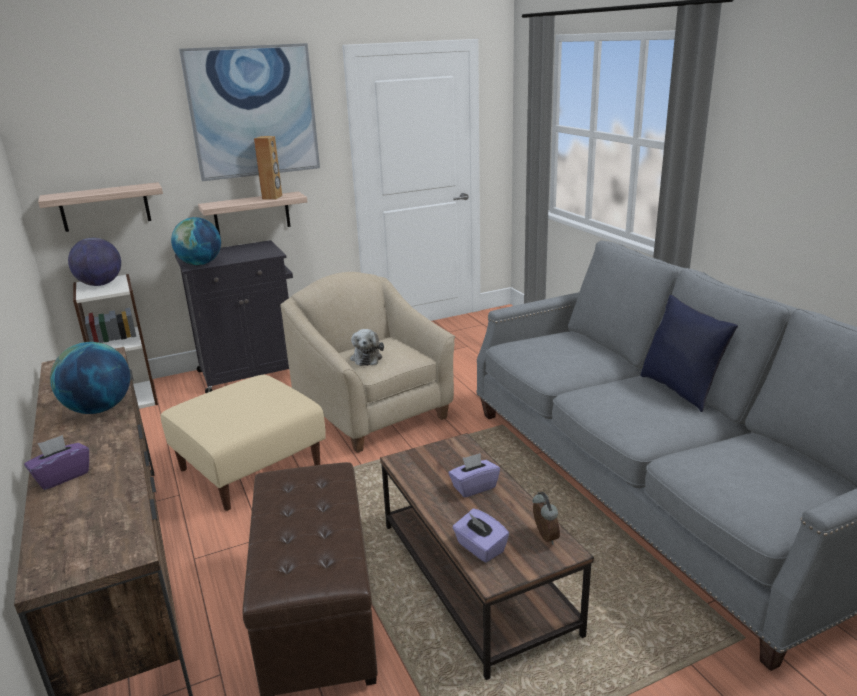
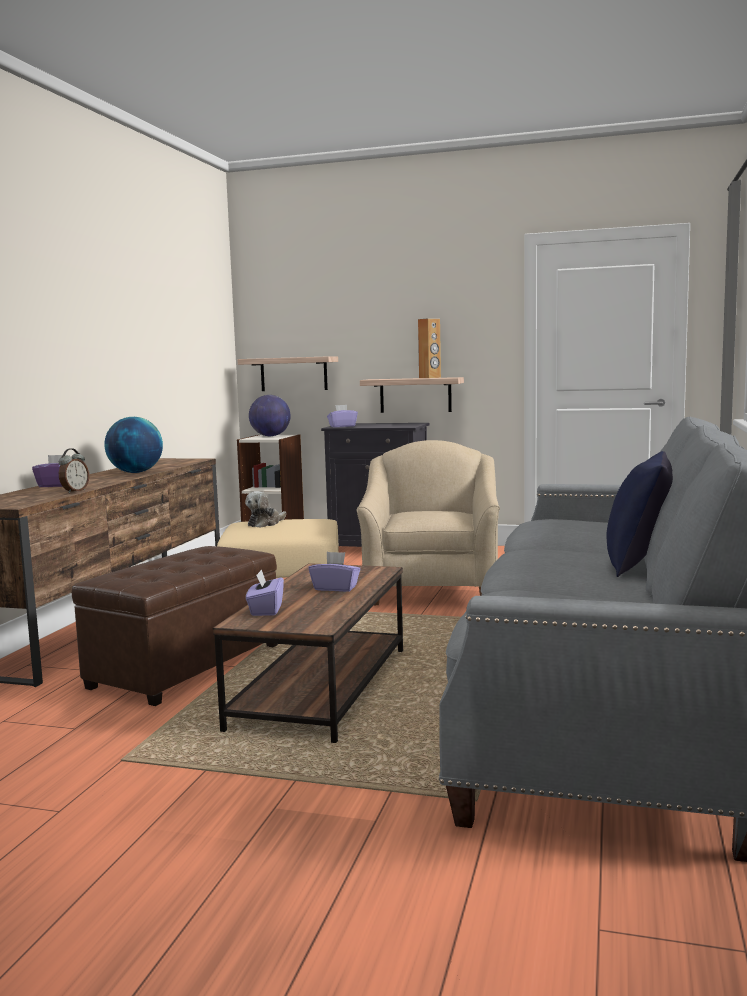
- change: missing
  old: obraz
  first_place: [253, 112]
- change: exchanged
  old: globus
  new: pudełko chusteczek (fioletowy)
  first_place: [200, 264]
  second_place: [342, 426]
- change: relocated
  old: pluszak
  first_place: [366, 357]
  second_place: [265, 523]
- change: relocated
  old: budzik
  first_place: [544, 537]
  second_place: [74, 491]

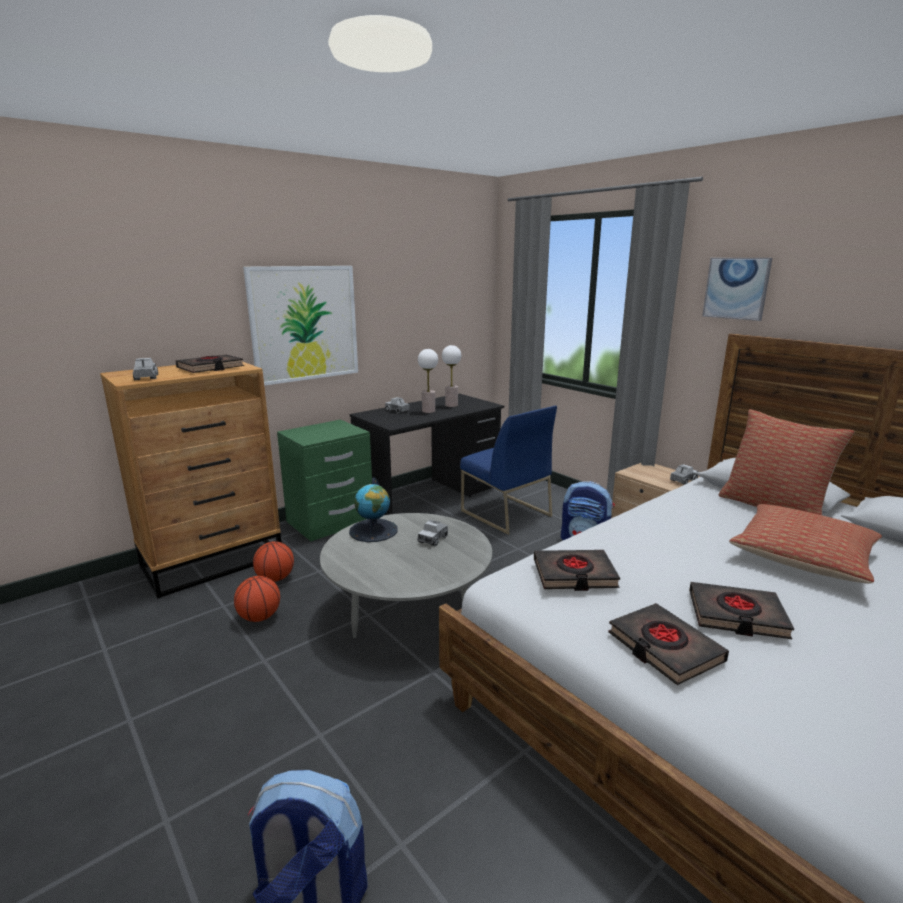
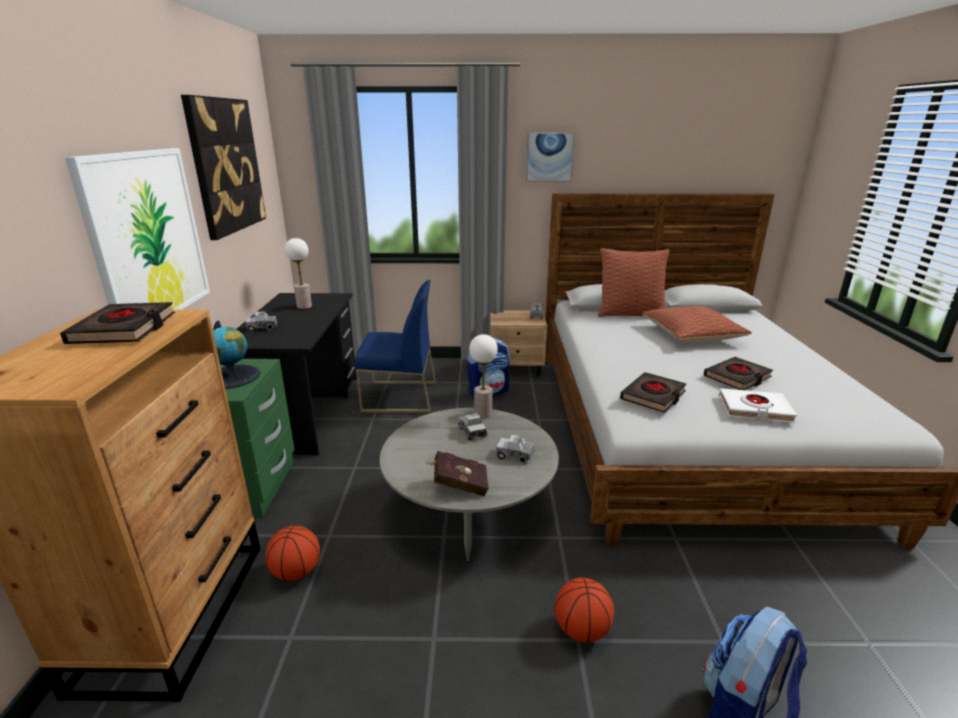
- change: relocated
  old: lampa stołowa
  first_place: [428, 411]
  second_place: [483, 413]
- change: relocated
  old: ciężarówka zabawkowa
  first_place: [146, 377]
  second_place: [515, 455]
- change: relocated
  old: globus
  first_place: [373, 530]
  second_place: [233, 377]
- change: relocated
  old: piłka do koszykówki
  first_place: [259, 617]
  second_place: [582, 630]
- change: colour
  old: książka (czarny)
  new: książka (biały)
  first_place: [664, 648]
  second_place: [754, 410]
- change: appeared
  new: obraz
  second_place: [226, 166]
- change: appeared
  new: książka (czerwony)
  second_place: [458, 485]

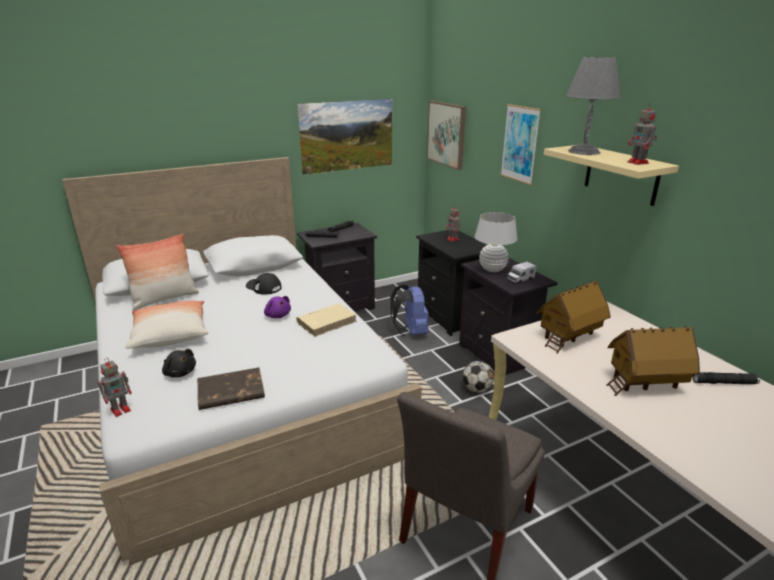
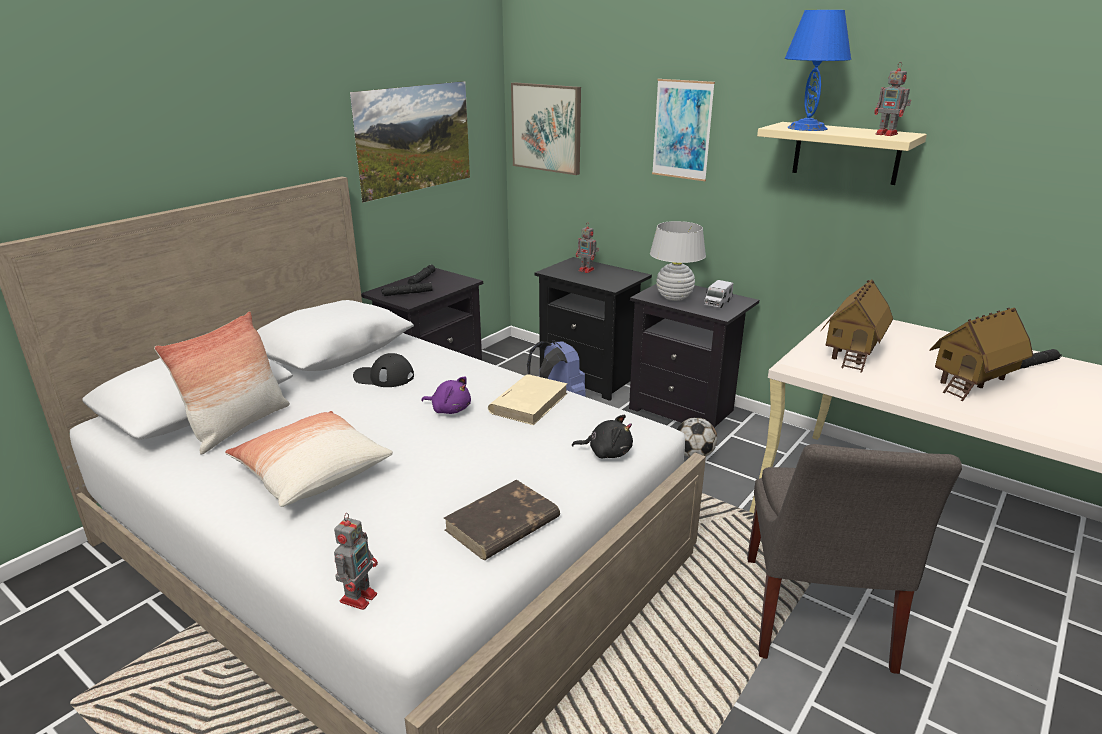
- change: colour
  old: lampa stołowa (szary)
  new: lampa stołowa (niebieski)
  first_place: [583, 151]
  second_place: [806, 128]
- change: relocated
  old: pluszak (czarny)
  first_place: [180, 372]
  second_place: [607, 452]

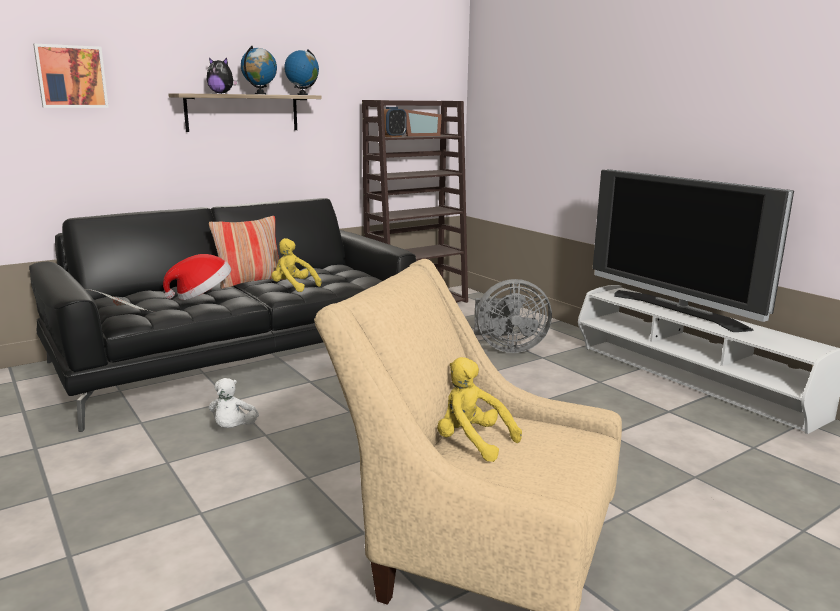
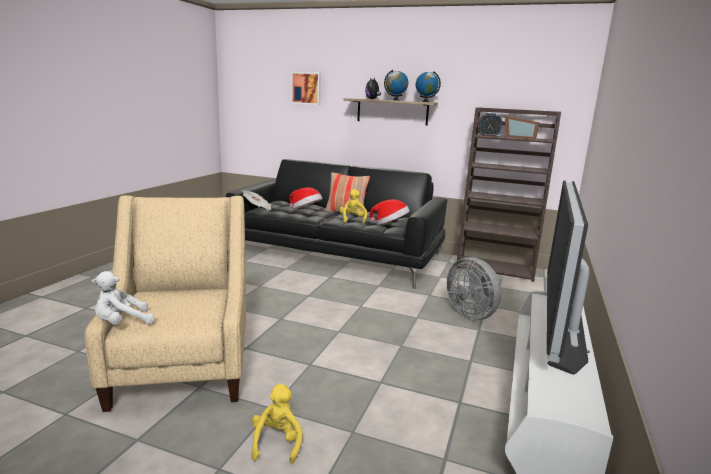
- change: relocated
  old: pluszak (żółty)
  first_place: [471, 442]
  second_place: [277, 442]
- change: relocated
  old: pluszak (biały)
  first_place: [233, 429]
  second_place: [122, 323]
- change: appeared
  new: kapelusz
  second_place: [390, 224]

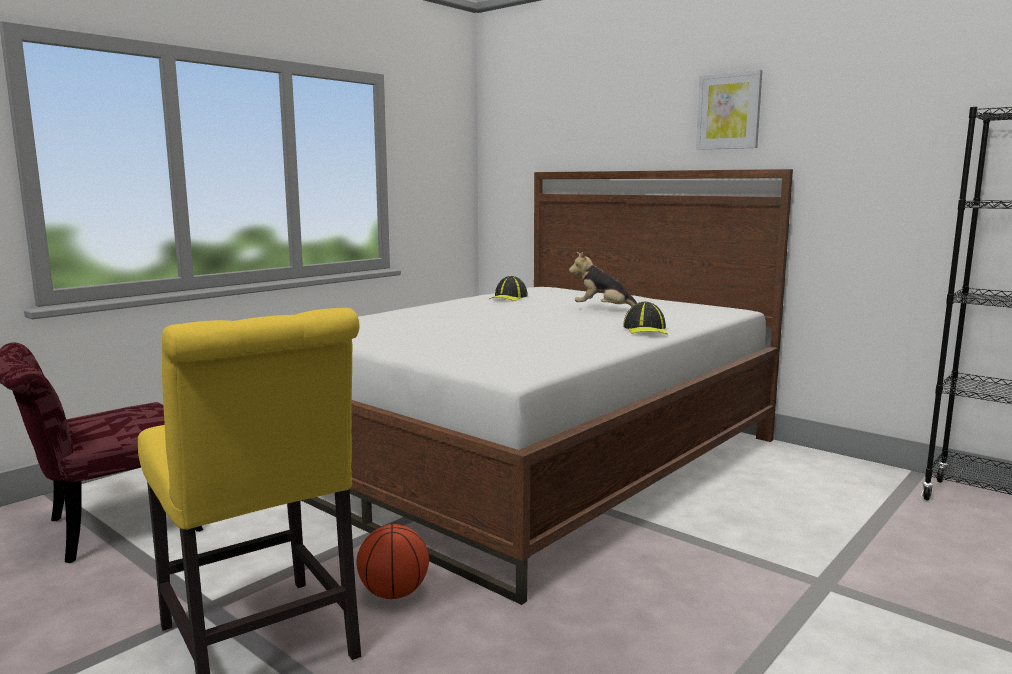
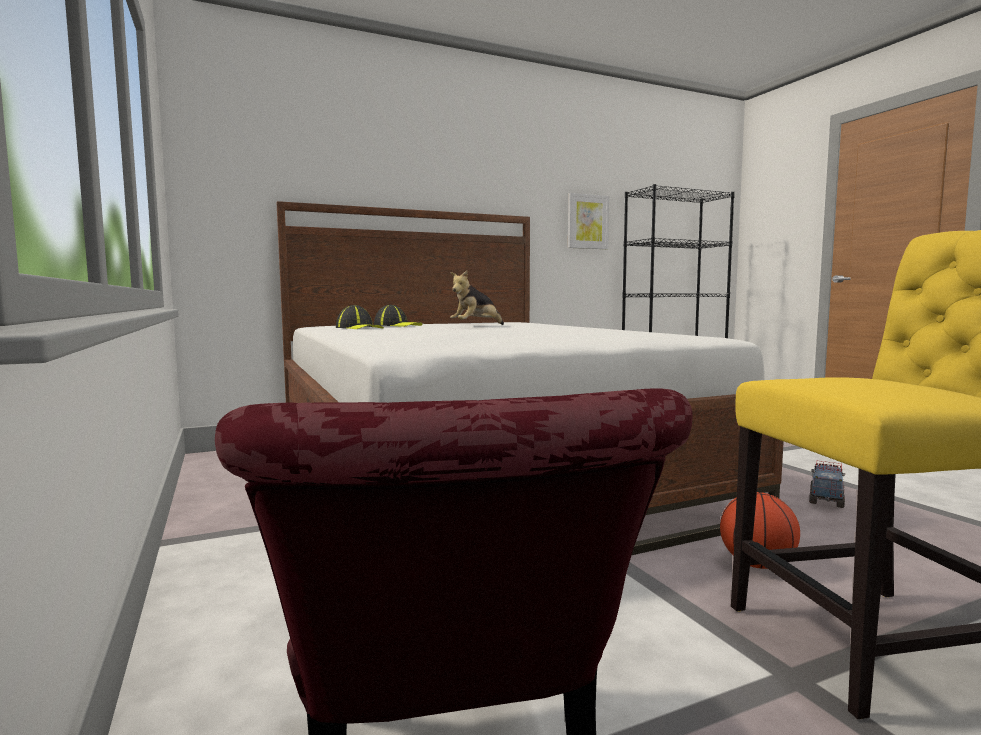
- change: relocated
  old: obraz
  first_place: [729, 111]
  second_place: [587, 221]
- change: relocated
  old: czapka z daszkiem
  first_place: [646, 329]
  second_place: [397, 326]
- change: appeared
  new: ciężarówka zabawkowa
  second_place: [826, 500]

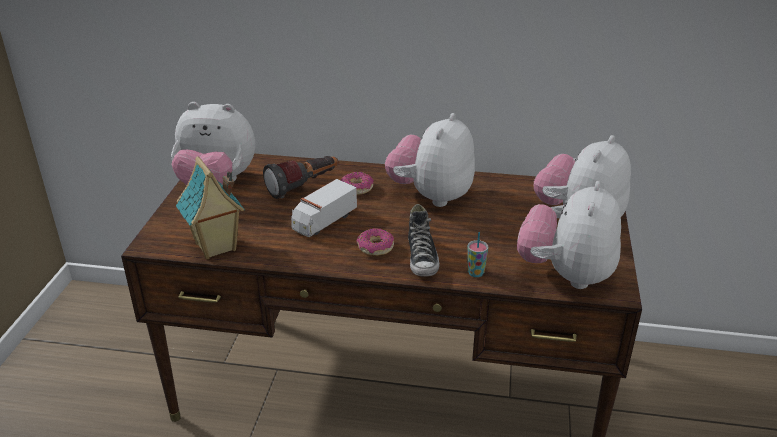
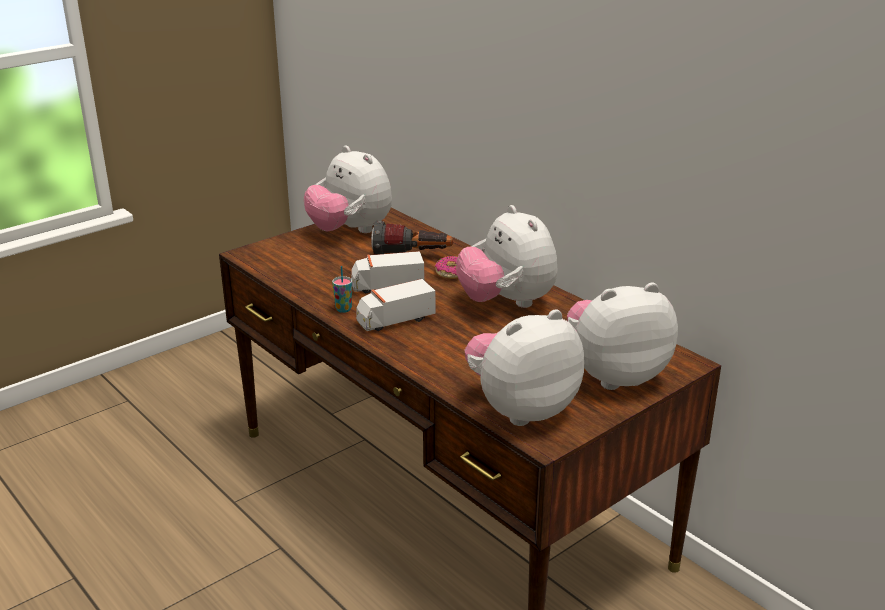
- change: spun
  old: pluszak
  first_place: [431, 196]
  second_place: [506, 302]
  degrees: -90
- change: missing
  old: domek
  first_place: [216, 248]
- change: missing
  old: but
  first_place: [422, 258]
- change: exchanged
  old: donut
  new: ciężarówka zabawkowa
  first_place: [375, 247]
  second_place: [395, 320]
- change: relocated
  old: filiżanka
  first_place: [475, 273]
  second_place: [343, 309]

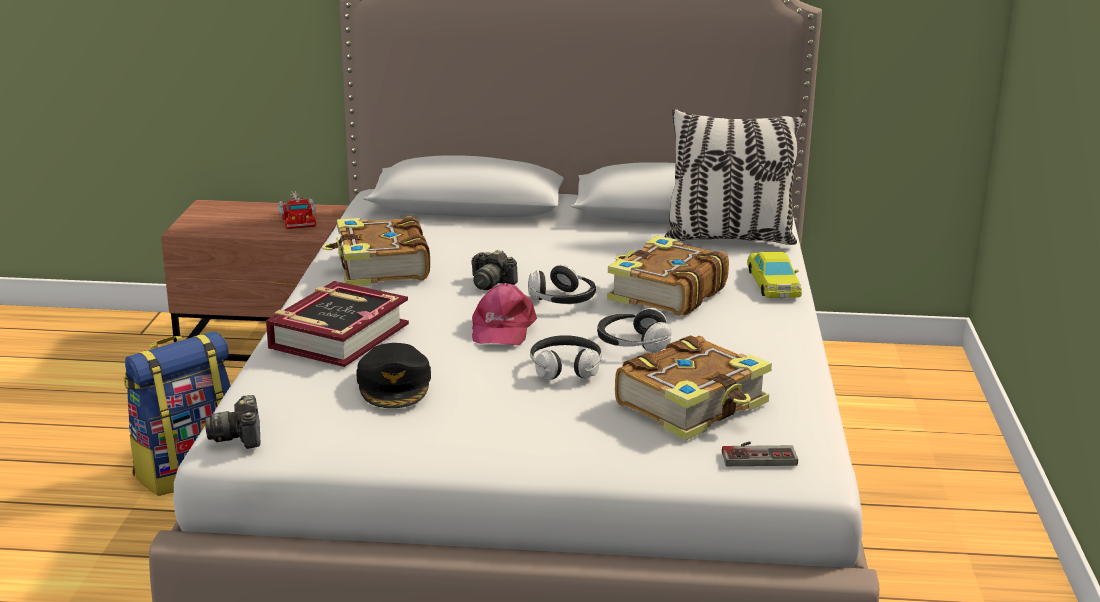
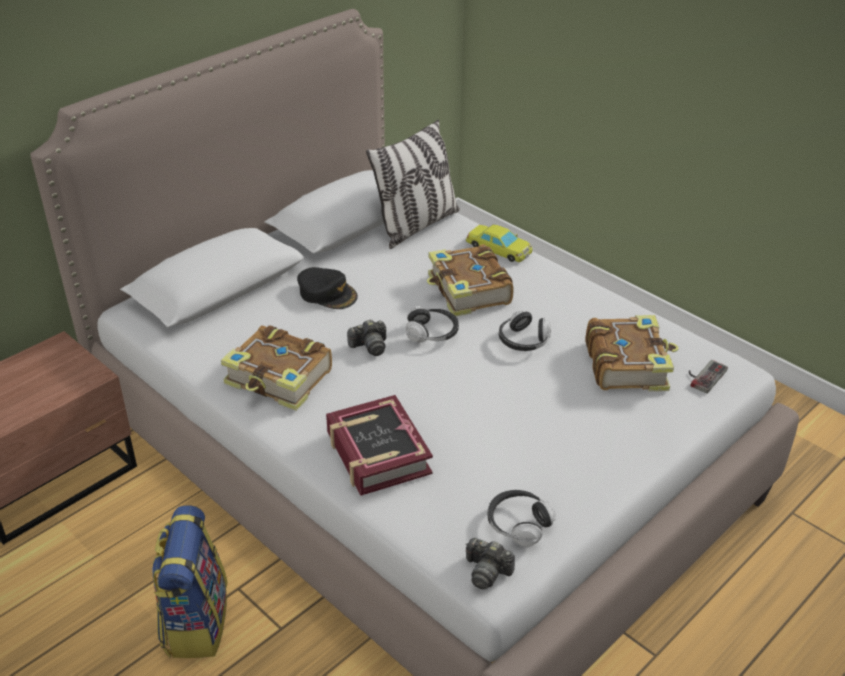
- change: missing
  old: ciężarówka zabawkowa
  first_place: [298, 219]
- change: missing
  old: czapka z daszkiem (różowy)
  first_place: [502, 328]
- change: relocated
  old: słuchawki
  first_place: [565, 369]
  second_place: [518, 524]
- change: relocated
  old: czapka z daszkiem (czarny)
  first_place: [395, 385]
  second_place: [327, 293]

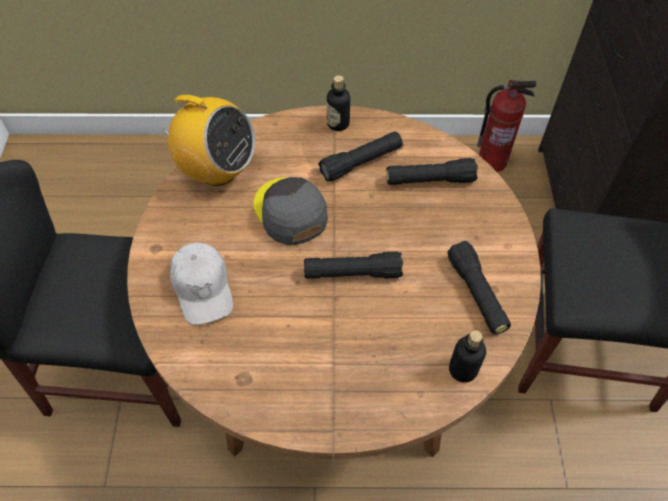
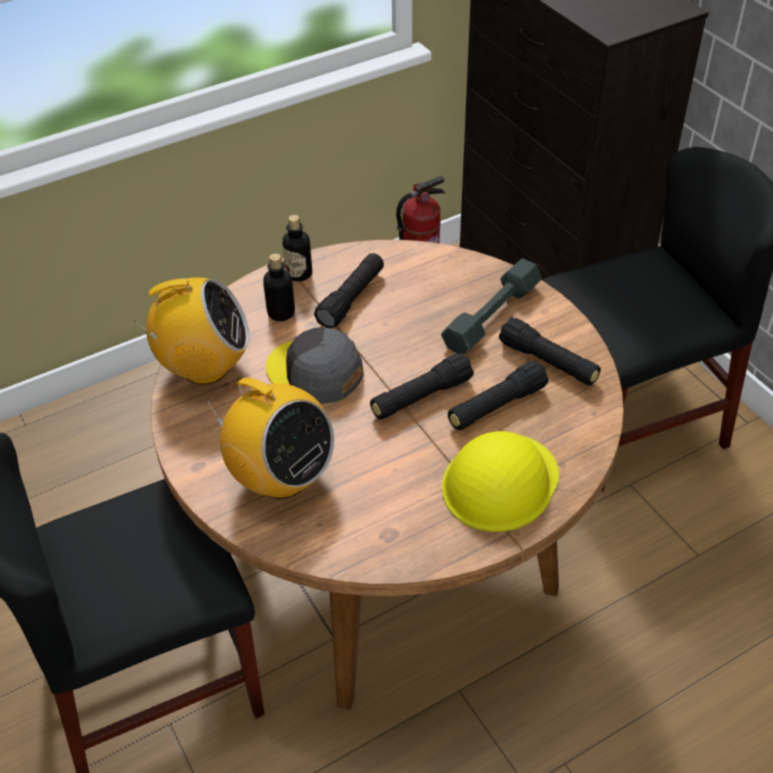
- change: relocated
  old: latarka (czarny)
  first_place: [429, 180]
  second_place: [496, 406]
- change: exchanged
  old: czapka z daszkiem (biały)
  new: radio
  first_place: [203, 288]
  second_place: [280, 478]
- change: relocated
  old: butelka
  first_place: [463, 370]
  second_place: [281, 313]
- change: appeared
  new: hantel (szary)
  second_place: [491, 316]
- change: appeared
  new: kask (żółty)
  second_place: [500, 482]

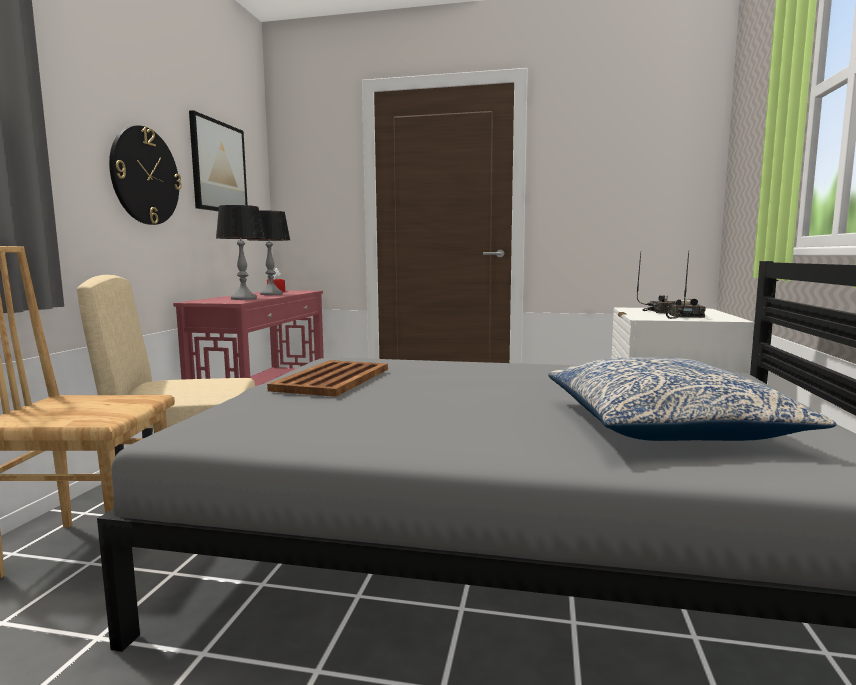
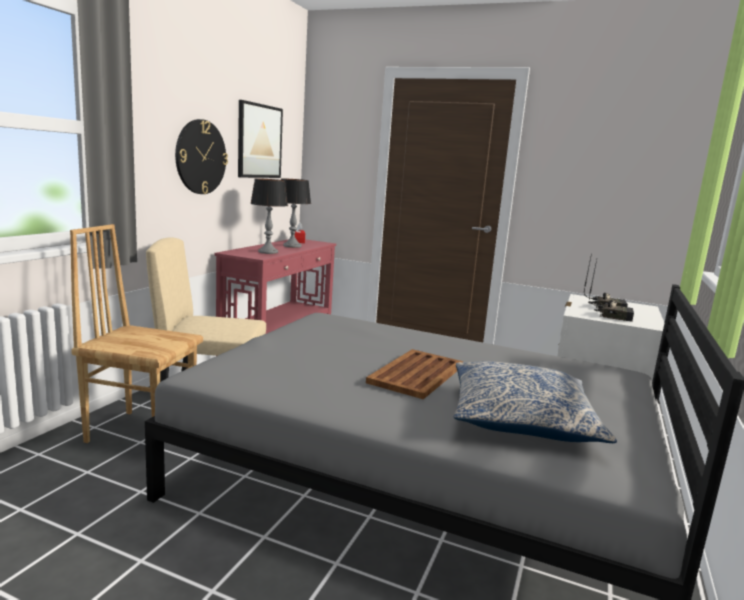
- change: spun
  old: radio
  first_place: [683, 317]
  second_place: [613, 316]
  degrees: 90
- change: relocated
  old: taca (brązowy)
  first_place: [333, 379]
  second_place: [417, 374]

